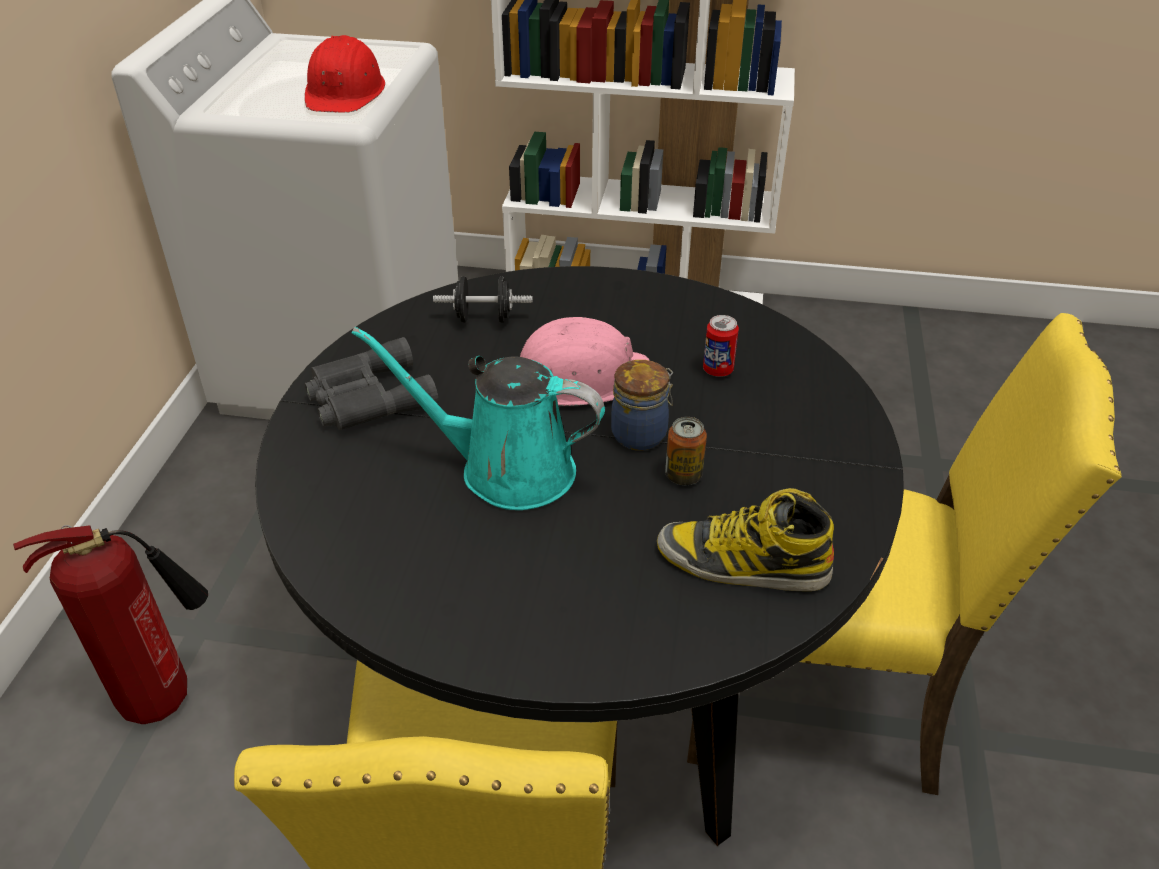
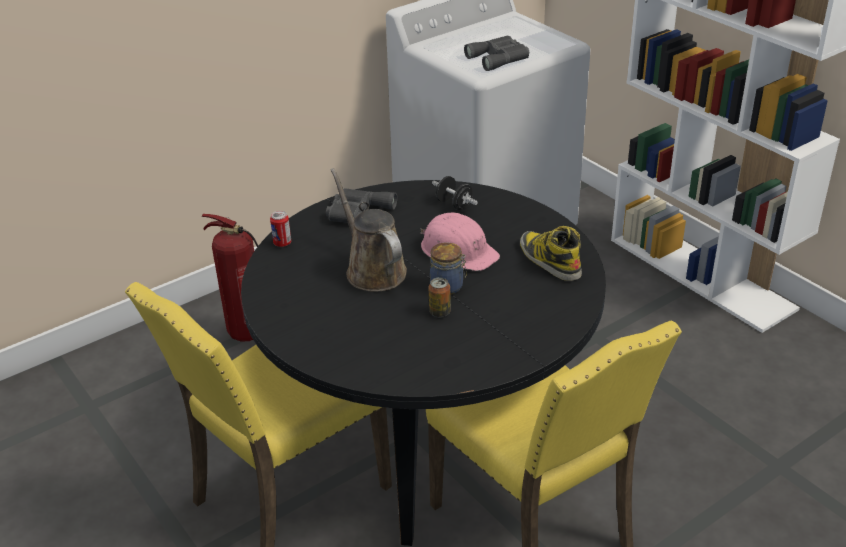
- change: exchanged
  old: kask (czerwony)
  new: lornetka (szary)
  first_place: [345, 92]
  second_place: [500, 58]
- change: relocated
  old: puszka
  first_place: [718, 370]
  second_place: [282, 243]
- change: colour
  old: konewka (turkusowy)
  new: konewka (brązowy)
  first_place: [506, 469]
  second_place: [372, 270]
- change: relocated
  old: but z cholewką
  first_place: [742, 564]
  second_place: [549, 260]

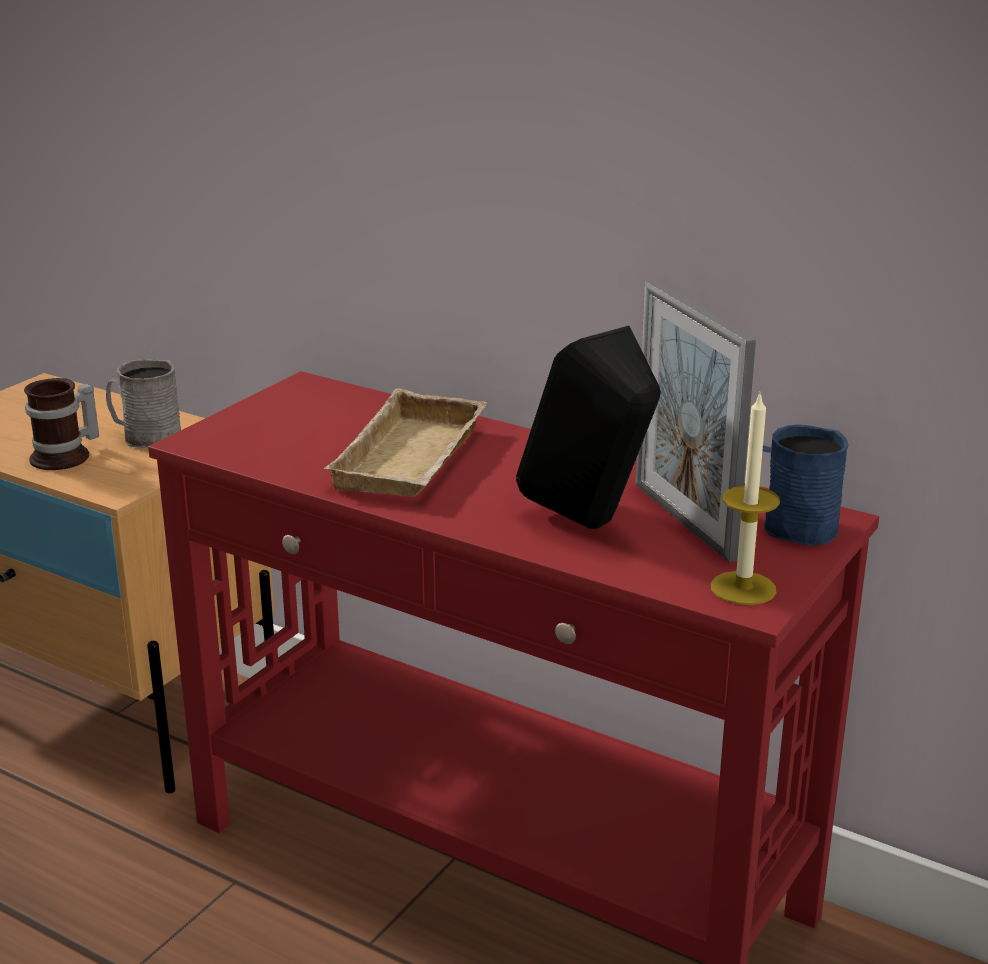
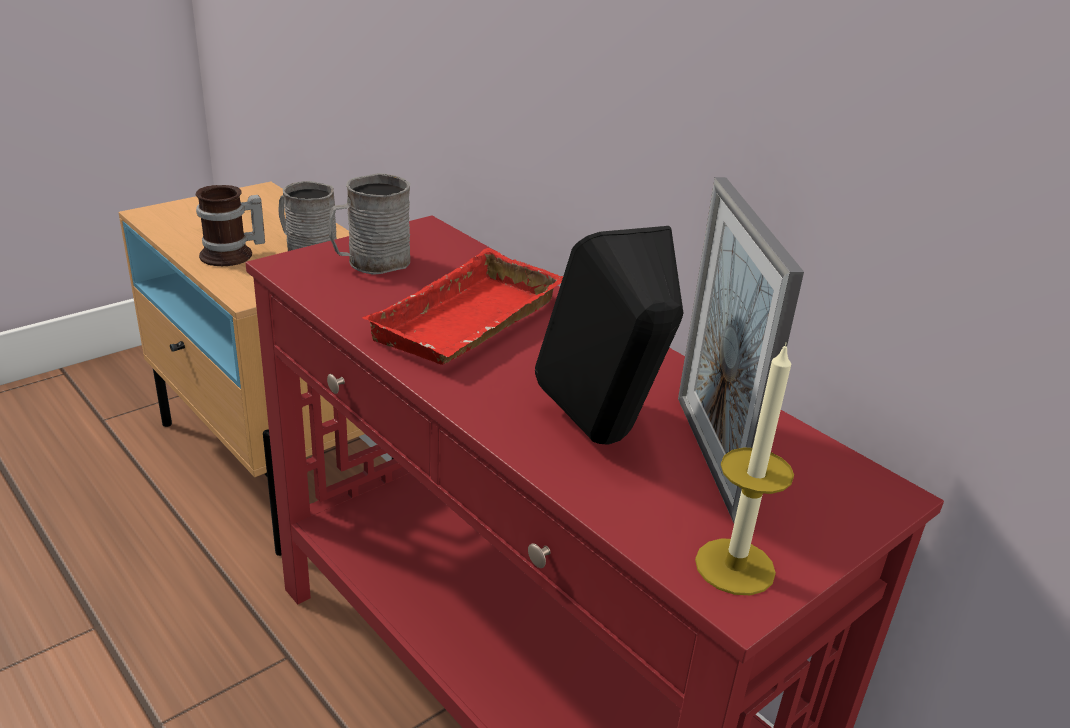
- change: colour
  old: taca (beżowy)
  new: taca (czerwony)
  first_place: [414, 460]
  second_place: [471, 324]
- change: missing
  old: kubek (niebieski)
  first_place: [789, 526]
- change: appeared
  new: kubek (szary)
  second_place: [370, 263]

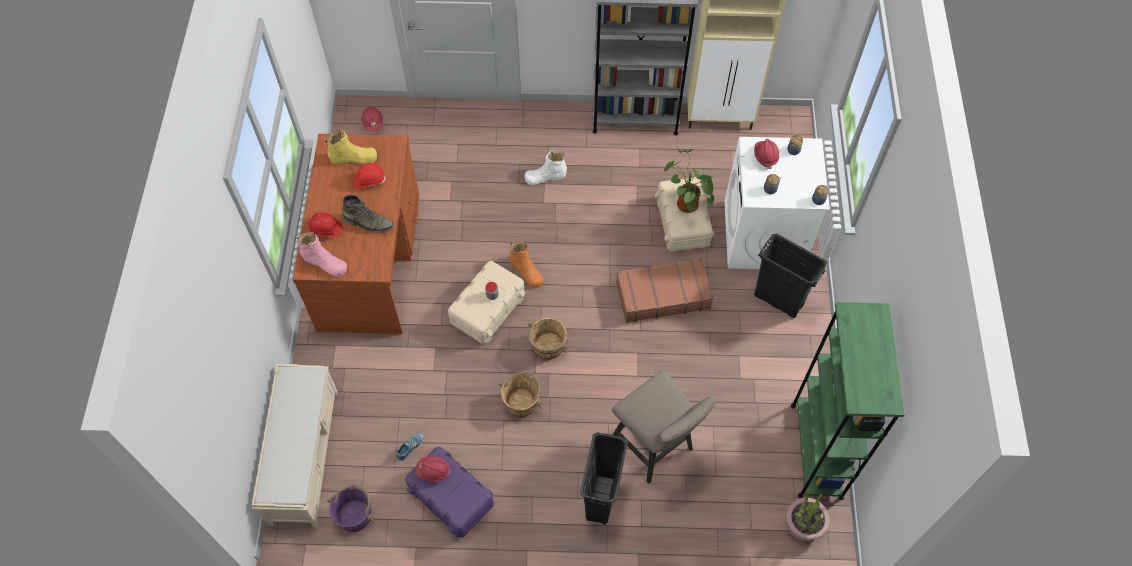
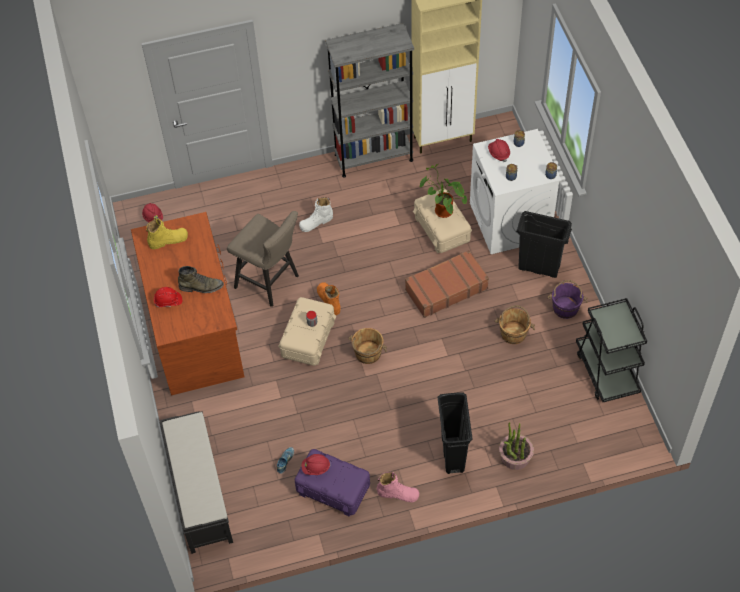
- change: missing
  old: kask (czerwony)
  first_place: [369, 180]
- change: relocated
  old: but z cholewką (różowy)
  first_place: [325, 263]
  second_place: [398, 493]
- change: spun
  old: but z cholewką (pomarańczowy)
  first_place: [526, 271]
  second_place: [329, 300]
  degrees: -150
- change: exchanged
  old: regał (zielony)
  new: wózek (czarny)
  first_place: [816, 450]
  second_place: [606, 371]
- change: colour
  old: ławka (beżowy)
  new: ławka (czarny)
  first_place: [304, 455]
  second_place: [199, 492]
- change: relocated
  old: stołek (beżowy)
  first_place: [655, 449]
  second_place: [270, 283]
- change: relocated
  old: wiadro (brązowy)
  first_place: [522, 402]
  second_place: [513, 333]
- change: relocated
  old: wiadro (fioletowy)
  first_place: [355, 515]
  second_place: [565, 307]
- change: relocated
  old: roślina doniczkowa
  first_place: [803, 524]
  second_place: [515, 457]

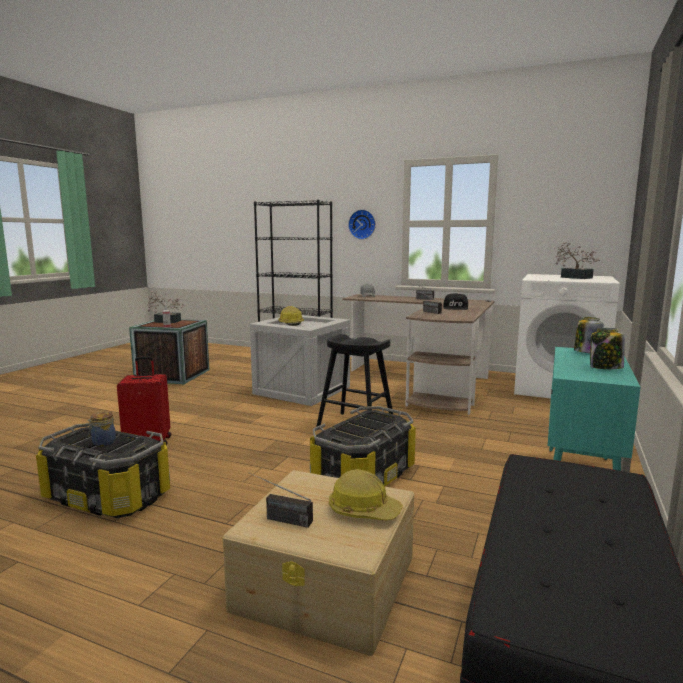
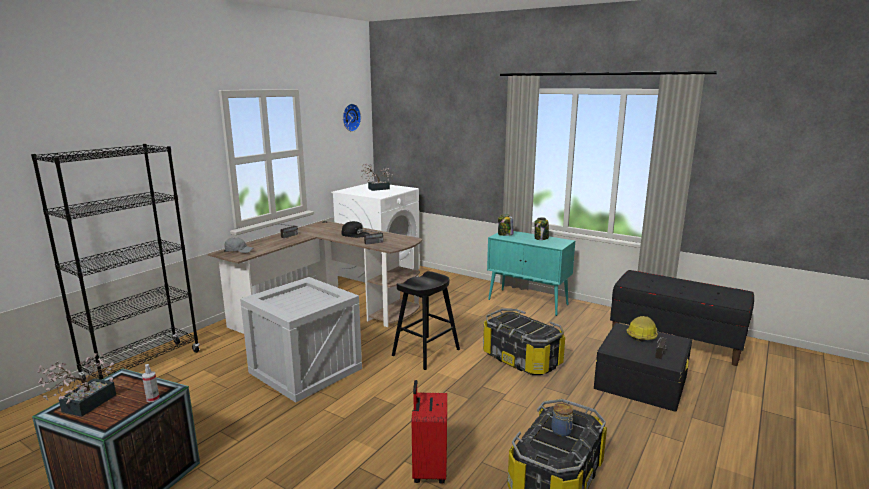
- change: relocated
  old: zegar ścienny
  first_place: [362, 224]
  second_place: [350, 117]
- change: missing
  old: kask
  first_place: [290, 323]
- change: colour
  old: pojemnik do przechowywania (beżowy)
  new: pojemnik do przechowywania (czarny)
  first_place: [327, 582]
  second_place: [641, 381]

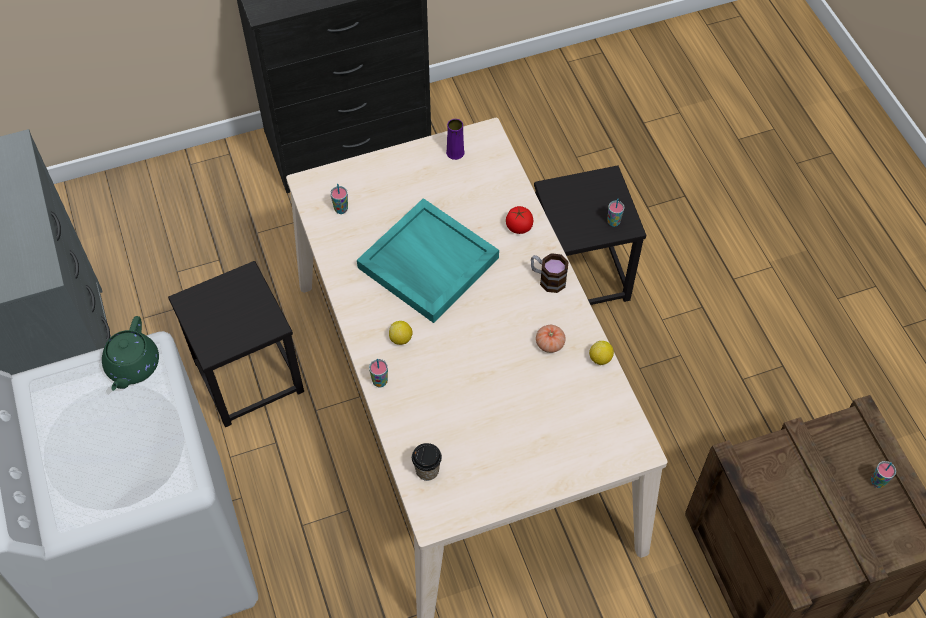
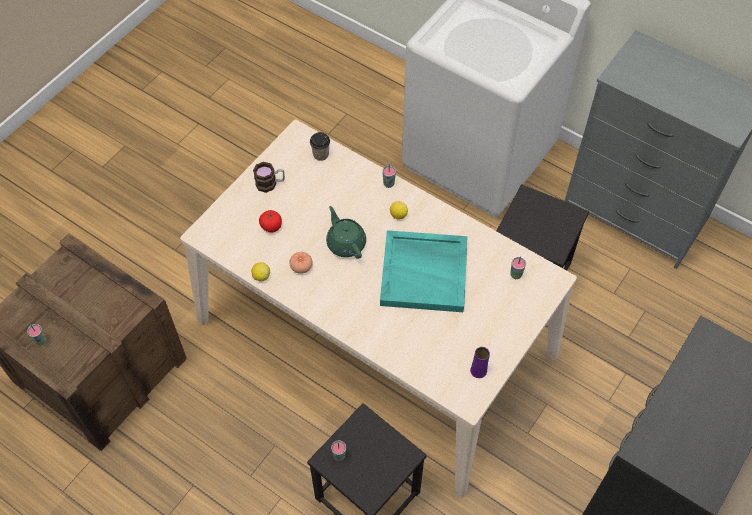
- change: relocated
  old: pomidor
  first_place: [519, 227]
  second_place: [271, 226]
- change: relocated
  old: kubek
  first_place: [547, 279]
  second_place: [270, 183]
- change: relocated
  old: imbryk (zielony)
  first_place: [132, 366]
  second_place: [345, 243]

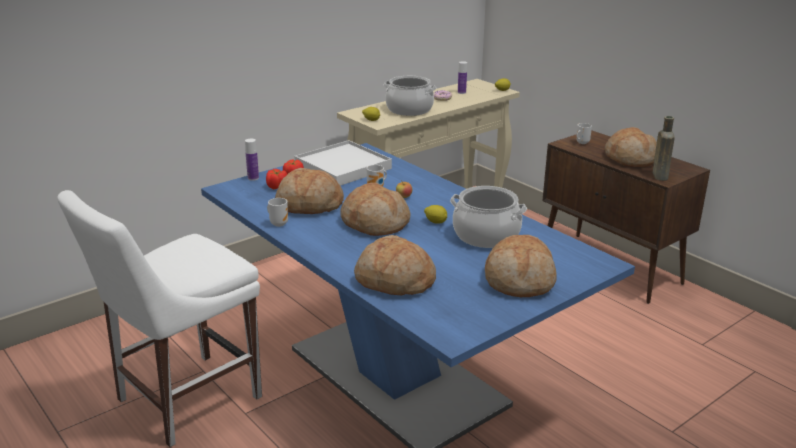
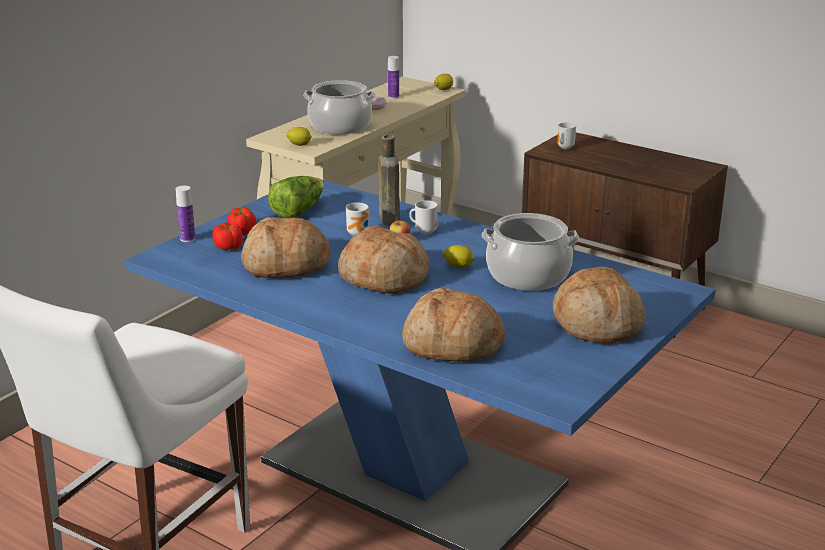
- change: relocated
  old: butelka (brązowy)
  first_place: [659, 175]
  second_place: [388, 218]
- change: missing
  old: chleb
  first_place: [631, 159]
- change: exchanged
  old: taca (biały)
  new: sałata
  first_place: [342, 167]
  second_place: [298, 211]
- change: relocated
  old: kubek
  first_place: [278, 223]
  second_place: [424, 231]

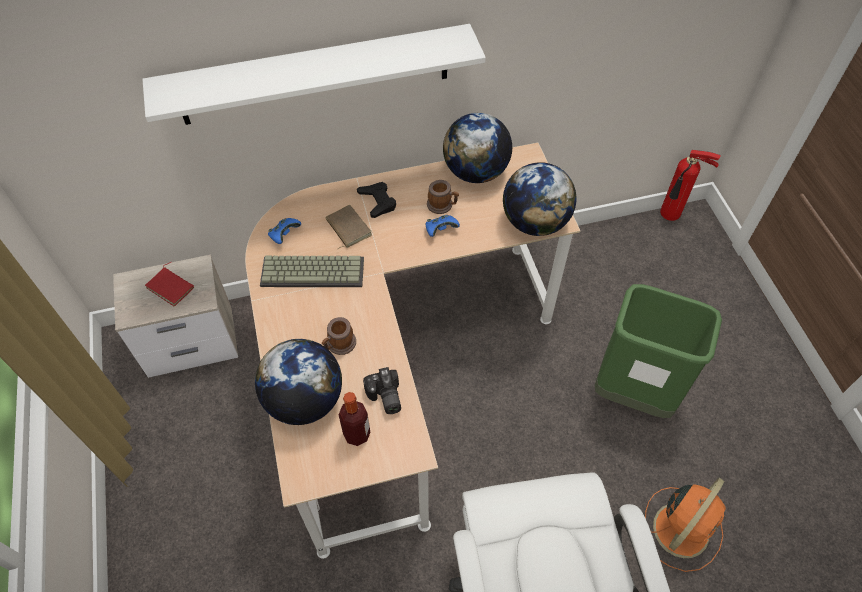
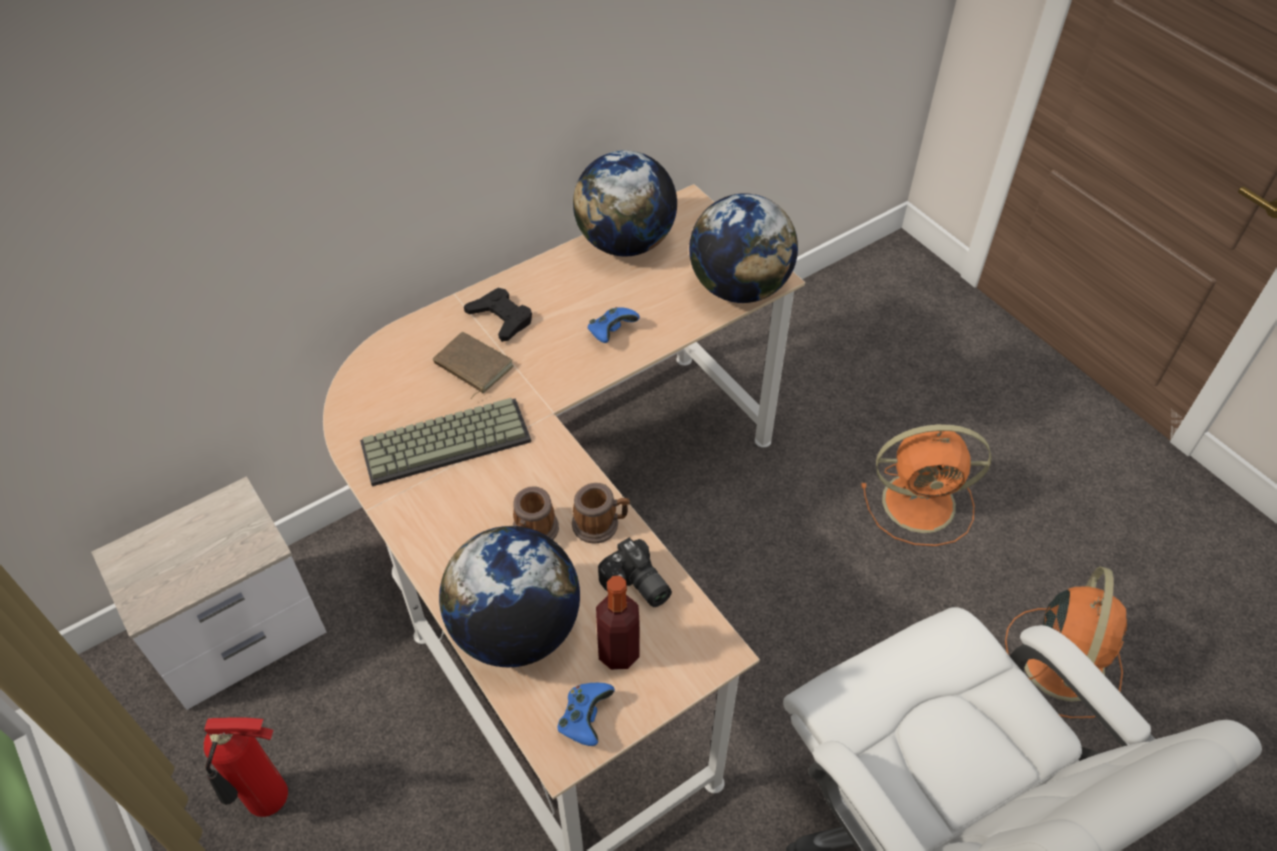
- change: missing
  old: półka (biały)
  first_place: [315, 75]
- change: relocated
  old: gaśnica
  first_place: [671, 215]
  second_place: [269, 801]
- change: relocated
  old: kubek
  first_place: [442, 205]
  second_place: [600, 524]
- change: relocated
  old: pad do gier (niebieski)
  first_place: [284, 235]
  second_place: [585, 719]
- change: missing
  old: książka (czerwony)
  first_place: [171, 287]
- change: exchanged
  old: kosz na śmieci (zielony)
  new: wentylator (pomarańczowy)
  first_place: [633, 393]
  second_place: [922, 503]

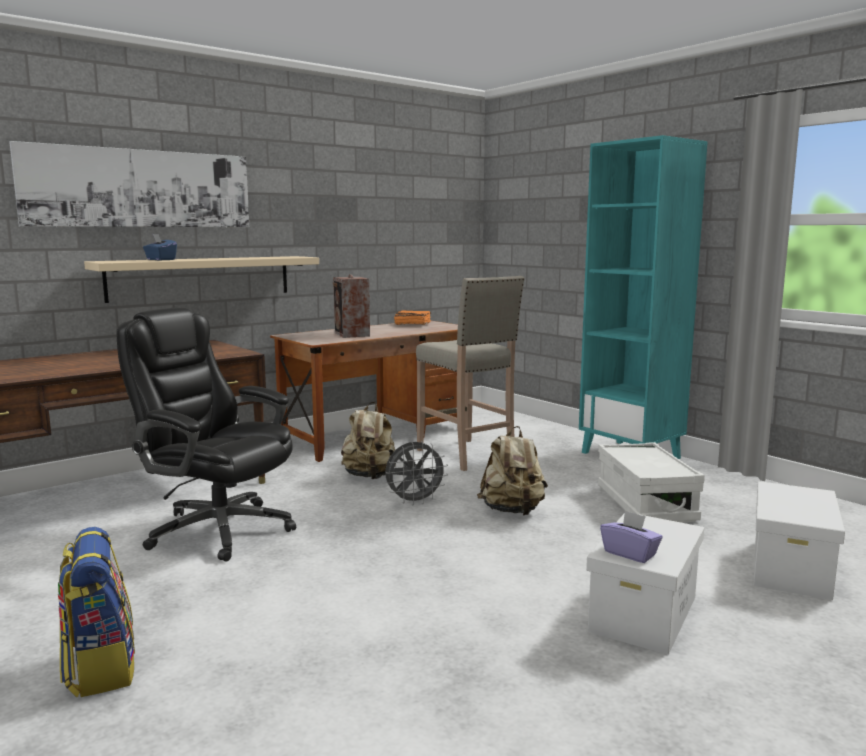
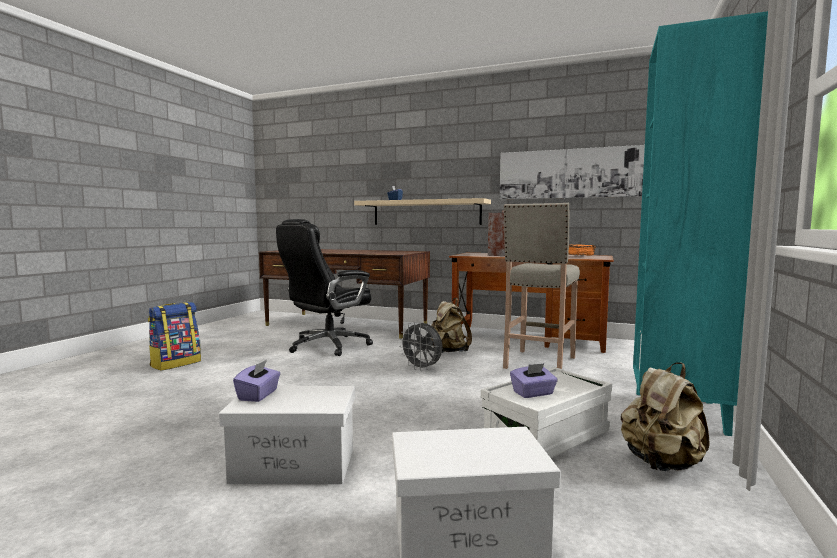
- change: relocated
  old: obraz
  first_place: [140, 188]
  second_place: [571, 173]
- change: spun
  old: krzesło biurowe (czarny)
  first_place: [217, 530]
  second_place: [327, 346]
  degrees: -135
- change: relocated
  old: plecak (beżowy)
  first_place: [512, 511]
  second_place: [662, 464]
- change: appeared
  new: pudełko chusteczek (fioletowy)
  second_place: [533, 393]

